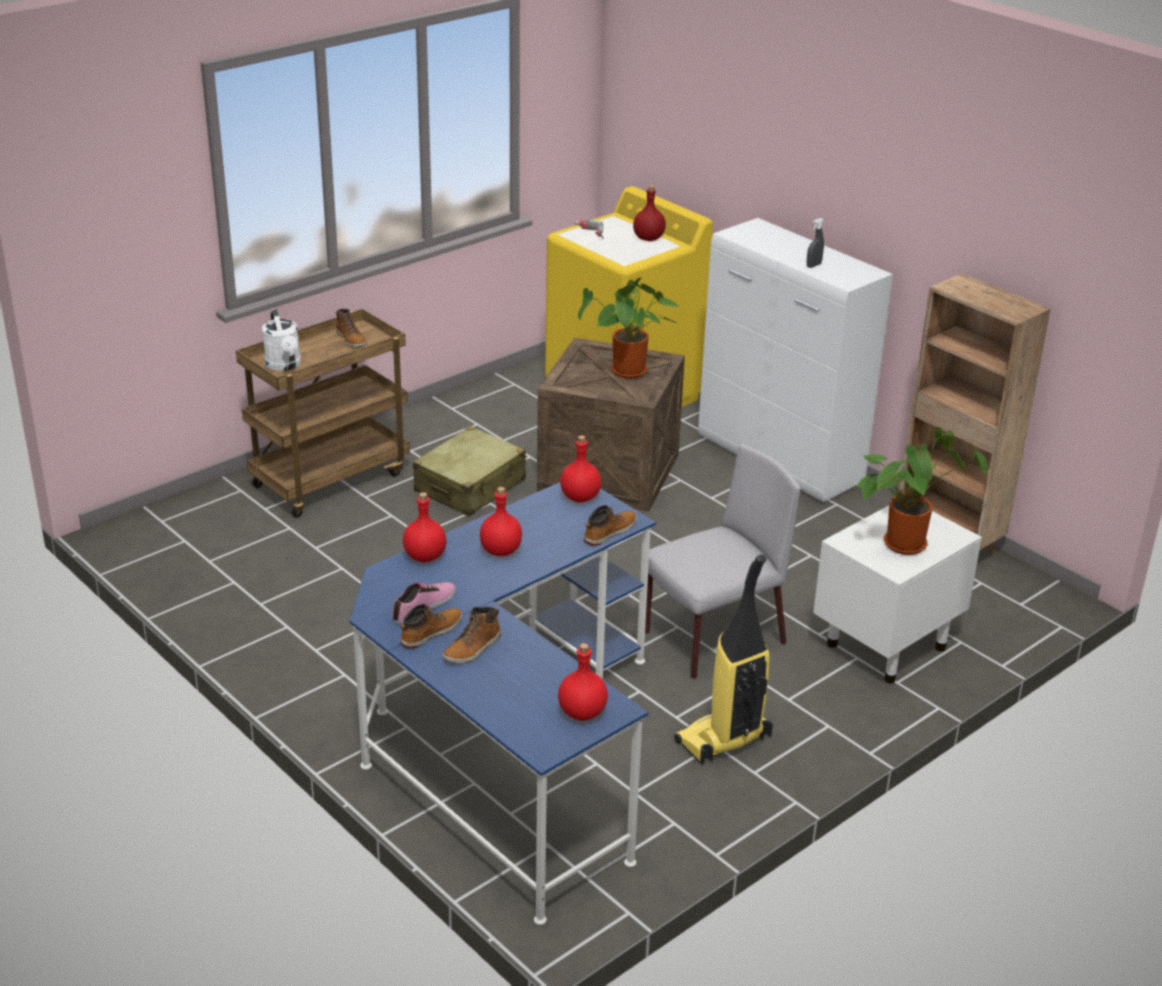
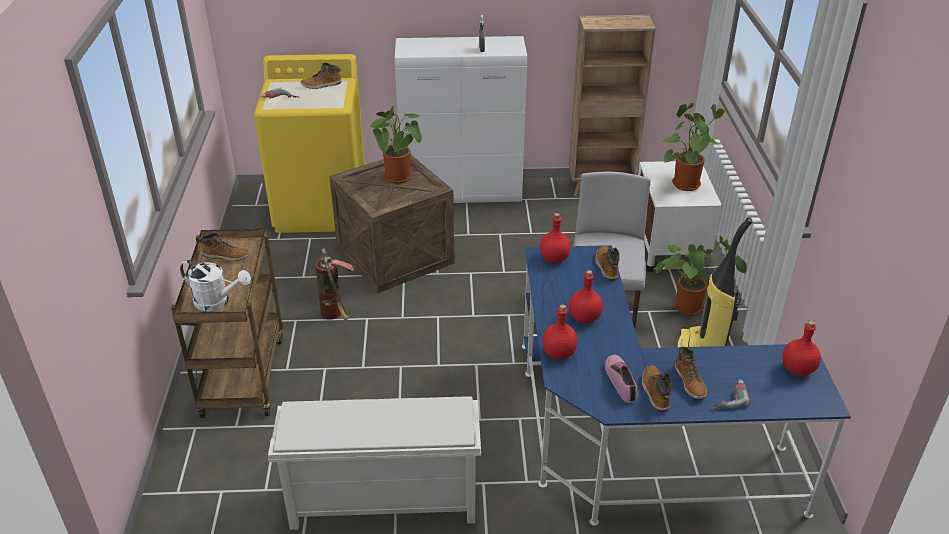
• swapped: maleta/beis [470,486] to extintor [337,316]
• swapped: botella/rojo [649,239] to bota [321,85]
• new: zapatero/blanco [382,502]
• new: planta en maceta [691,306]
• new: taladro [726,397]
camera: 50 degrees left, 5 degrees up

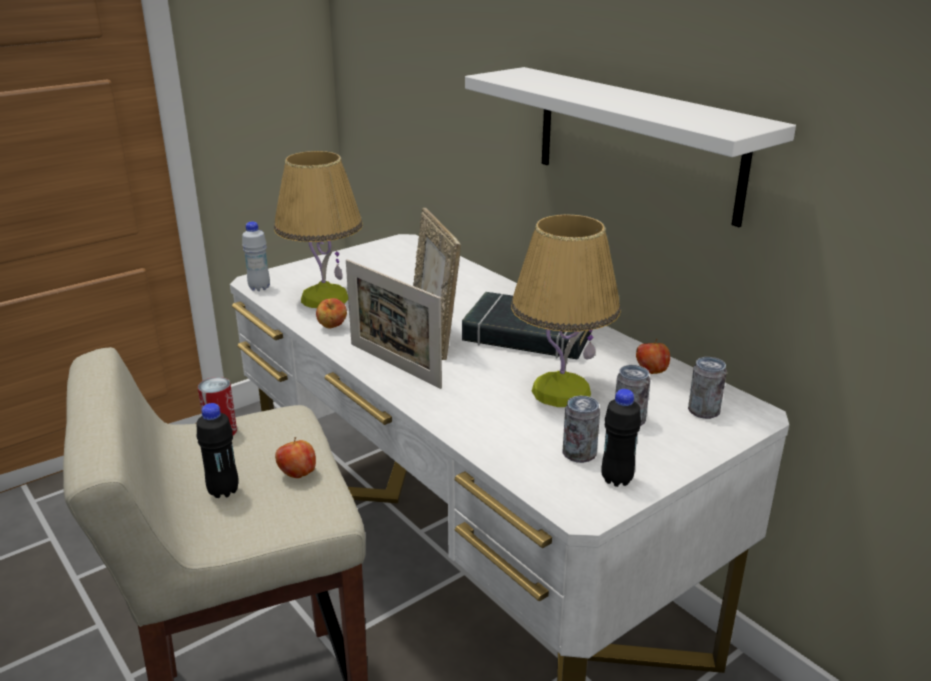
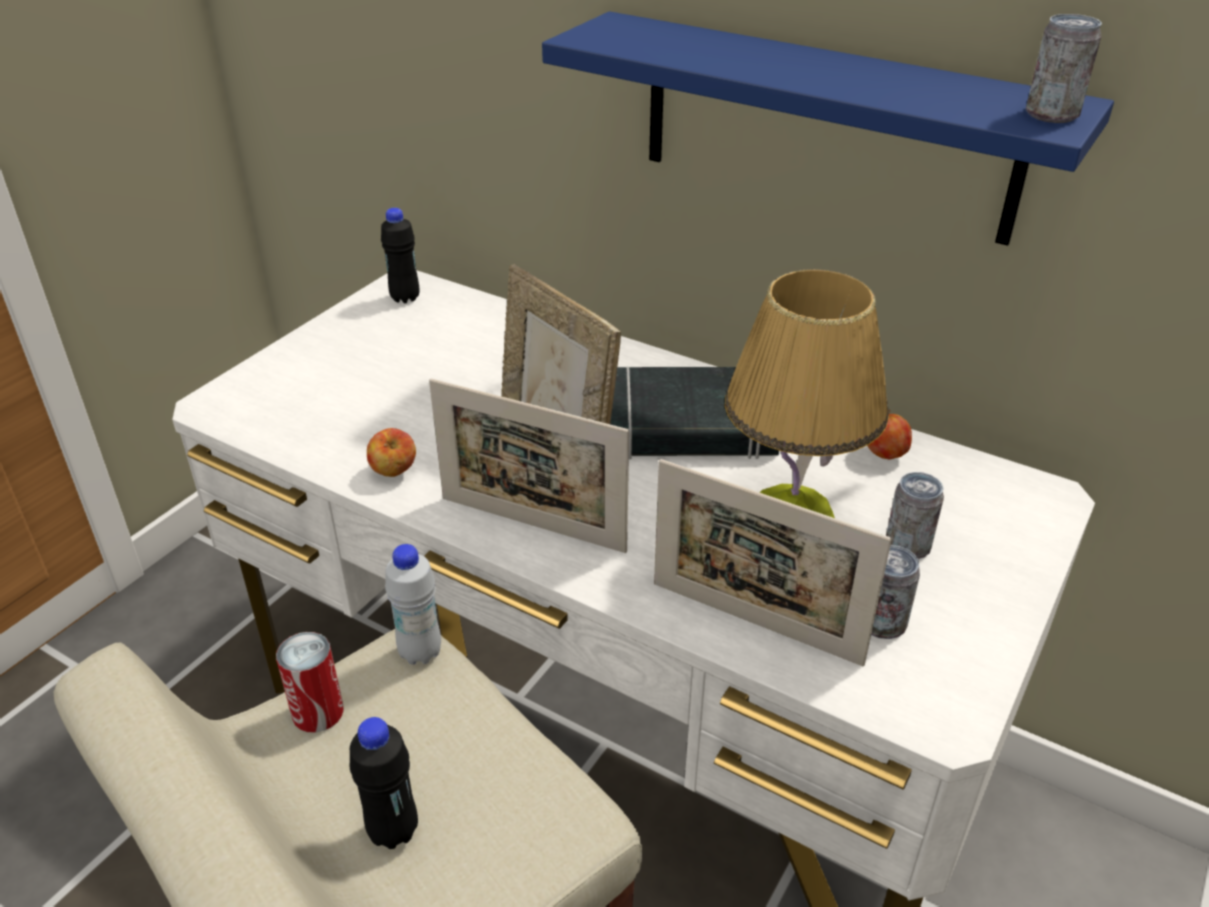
• shifted: botella/blanco [259,288] to [420,652]
• gone: lámpara de mesa [324,298]
• gone: manzana [297,474]
• repainted: estante/blanco [636,142] to estante/azul [826,127]
• shifted: botella/negro [616,479] to [405,298]
• shifted: lata [703,411] to [1051,114]
• new: portarretratos [755,623]
camera: 20 degrees left, 10 degrees up

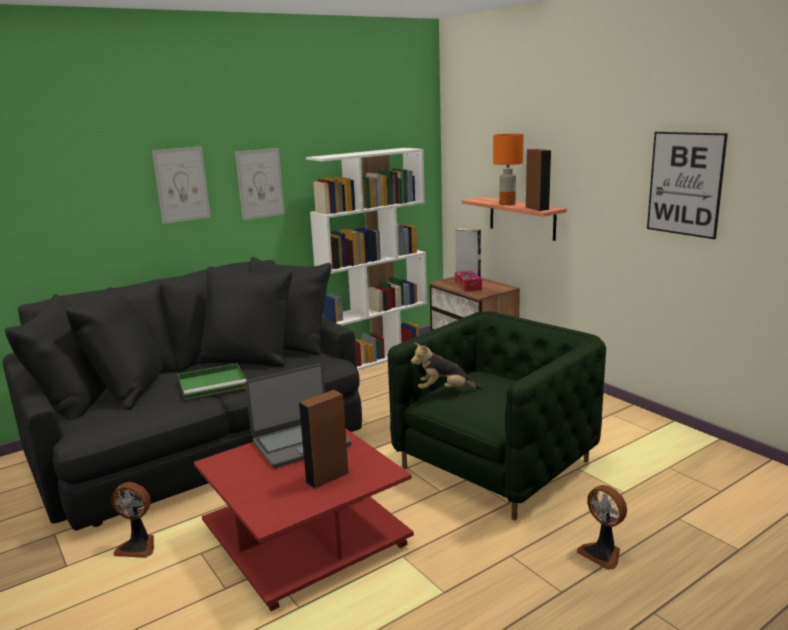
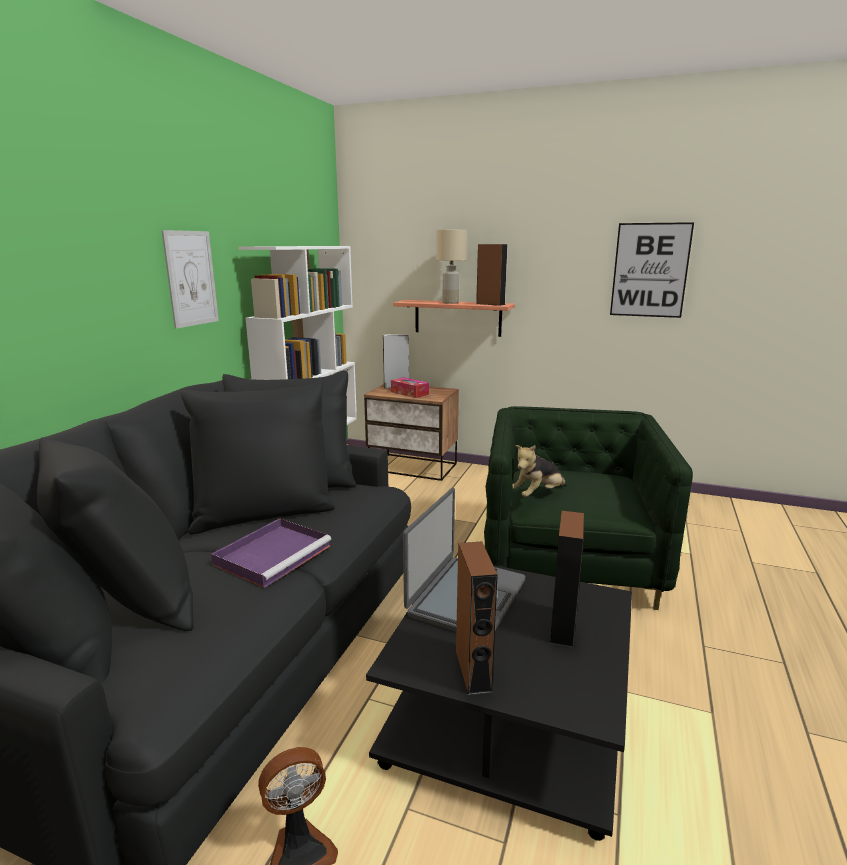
• gone: cuadro [182,184]
• repainted: bandeja/verde [214,384] to bandeja/morado [274,554]
• repainted: mesa de centro/rojo [306,536] to mesa de centro/negro [506,716]
• repainted: lámpara de mesa/naranja [507,204] to lámpara de mesa/beis [450,302]
• gone: ventilador [602,553]
• new: altavoz/marrón [473,671]
camera: 35 degrees left, 0 degrees up

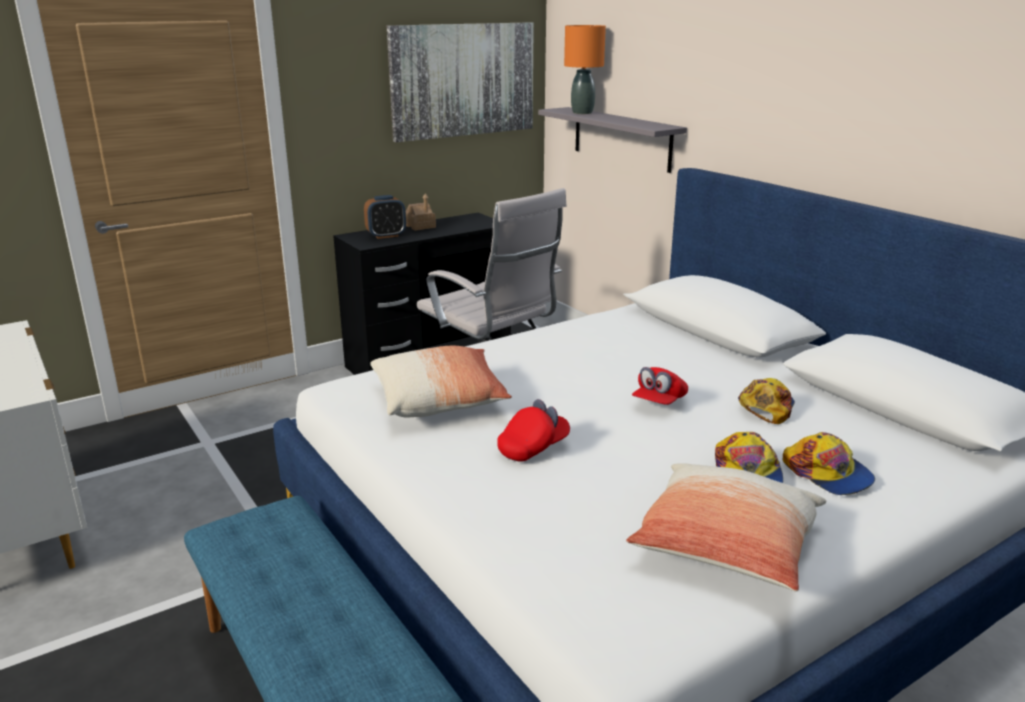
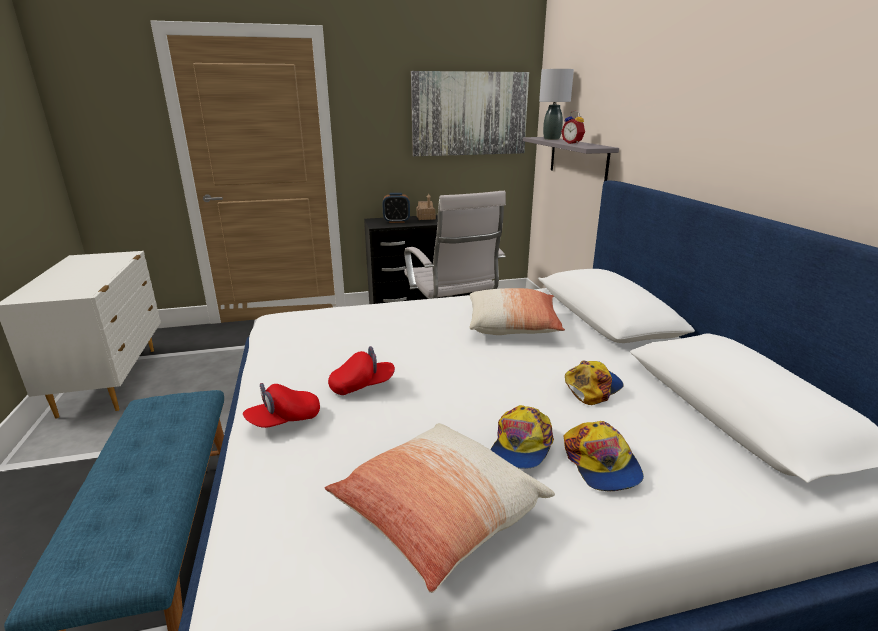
• shifted: cojín [439,400] to [512,326]
• repainted: lámpara de mesa/naranja [582,113] to lámpara de mesa/gris [551,139]
• shifted: gorra/rojo [659,402] to [284,420]
• new: despertador [573,143]
camera: 20 degrees right, 0 degrees up

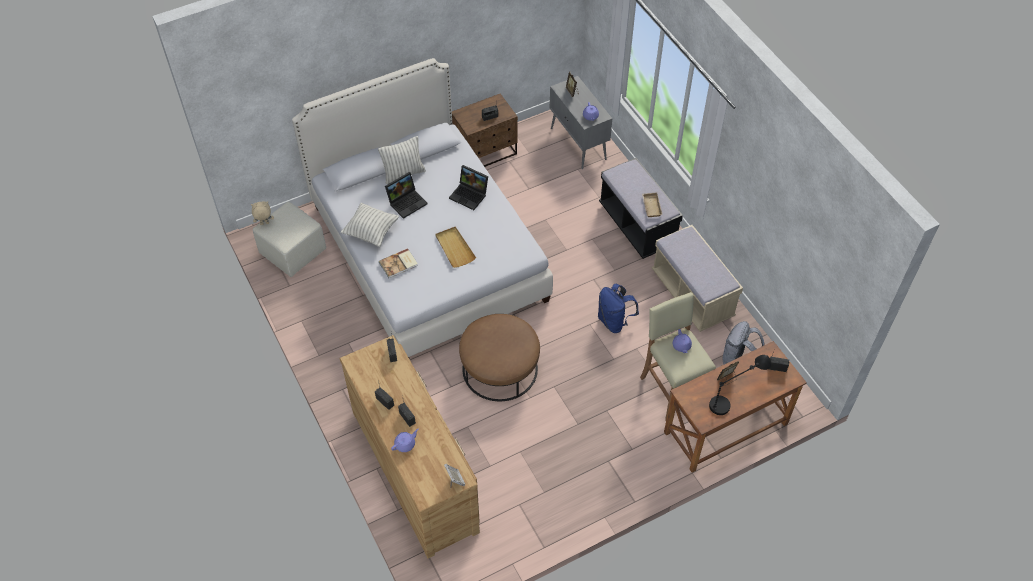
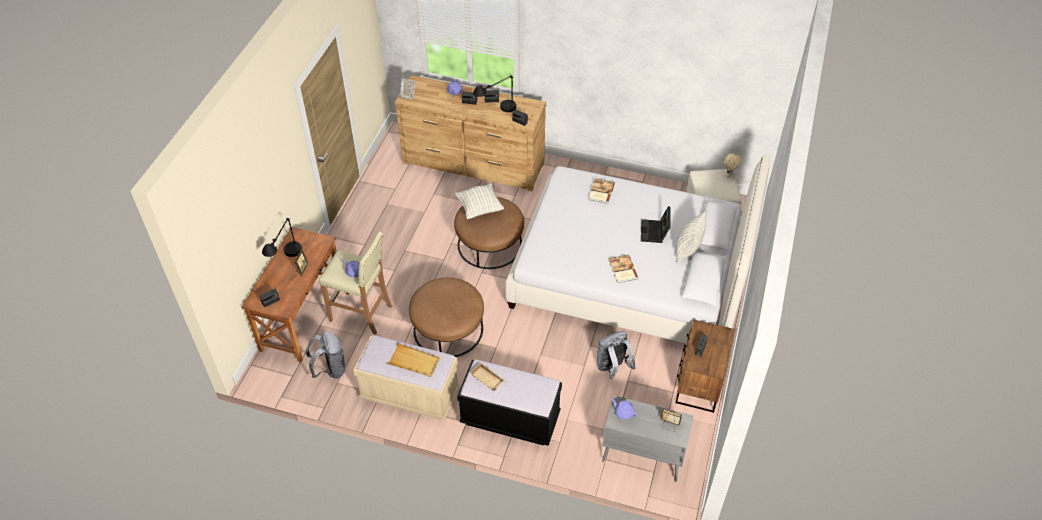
• shifted: cojín [371,232] to [479,208]
• shifted: bandeja/beis [454,248] to [414,362]
• swapped: portátil [470,195] to libro [622,270]
• swapped: mochila/azul [614,321] to puf/marrón [448,329]
• new: lámpara de mesa/negro [496,112]
• new: mochila/gris [612,368]
camera: 135 degrees right, 5 degrees down

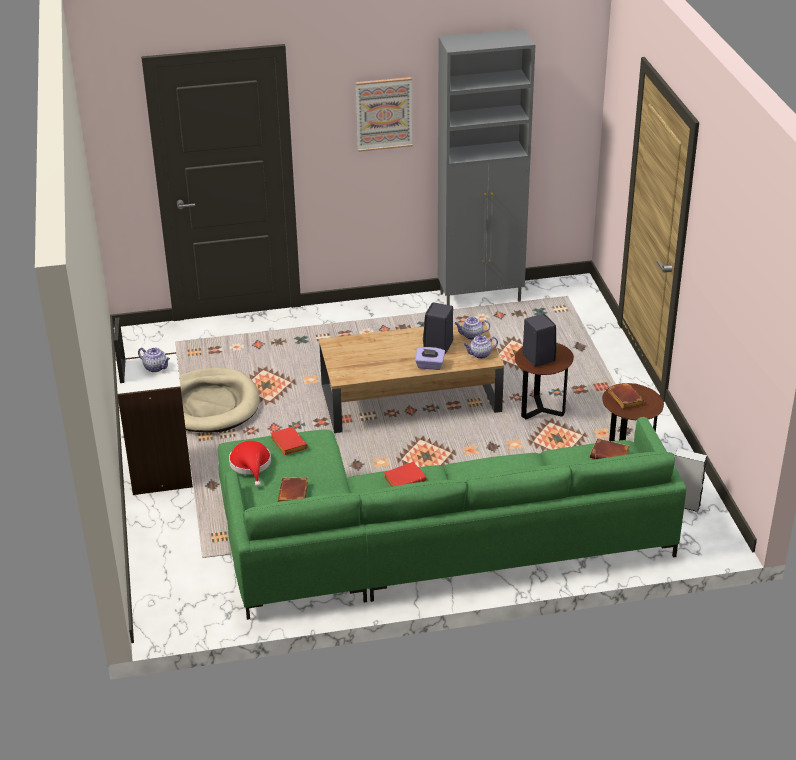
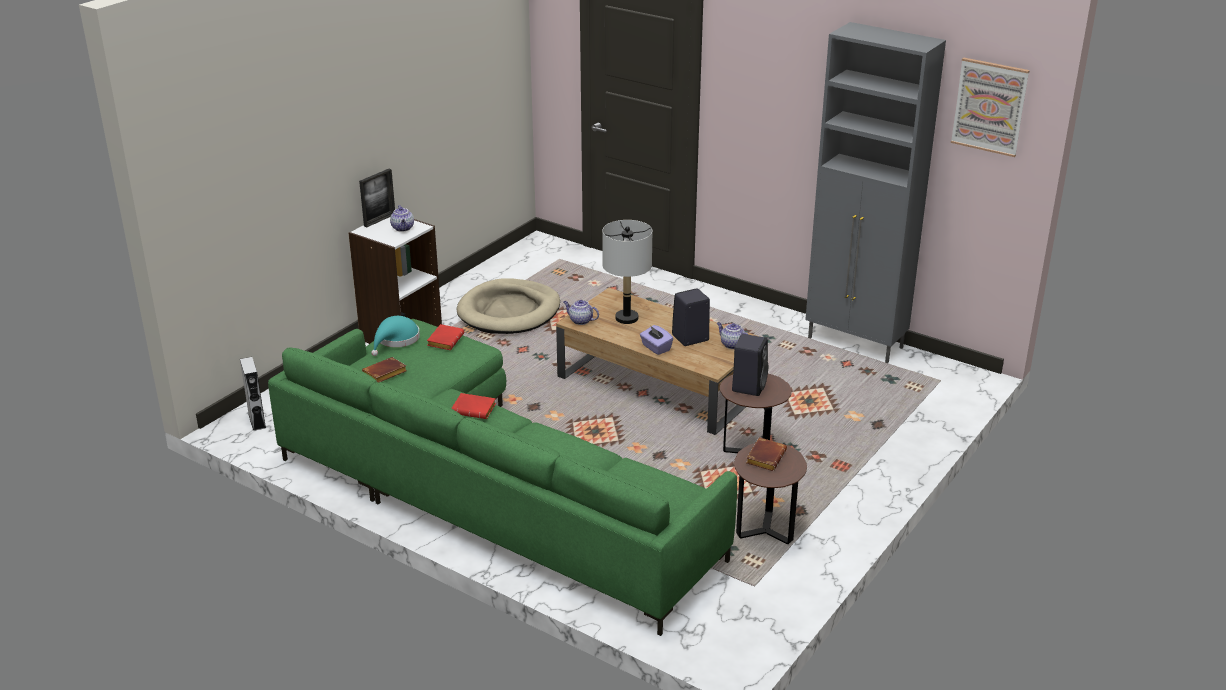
• repainted: sombrero/rojo [251,465] to sombrero/turquesa [396,340]
• shifted: cuadro [384,114] to [989,106]
• shifted: tetera [480,354] to [580,321]
• gone: libro/marrón [610,455]
• shifted: altavoz/gris [684,504] to [257,421]
• new: lámpara de mesa/gris [627,318]
camera: 45 degrees right, 5 degrees down

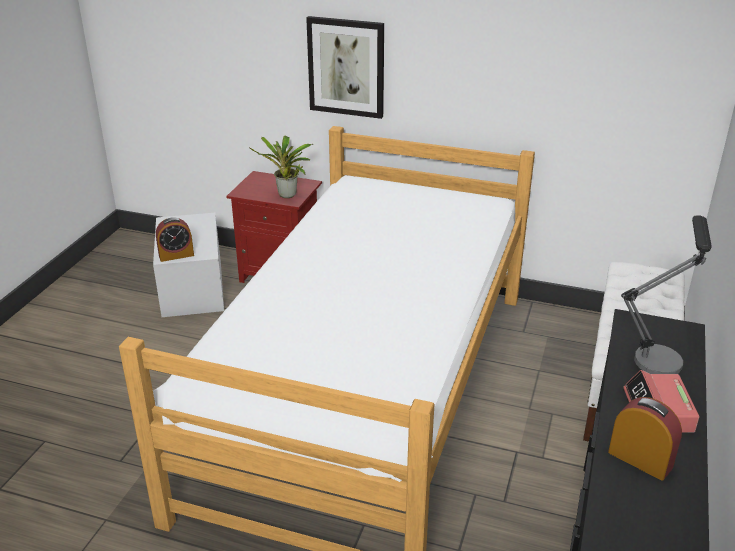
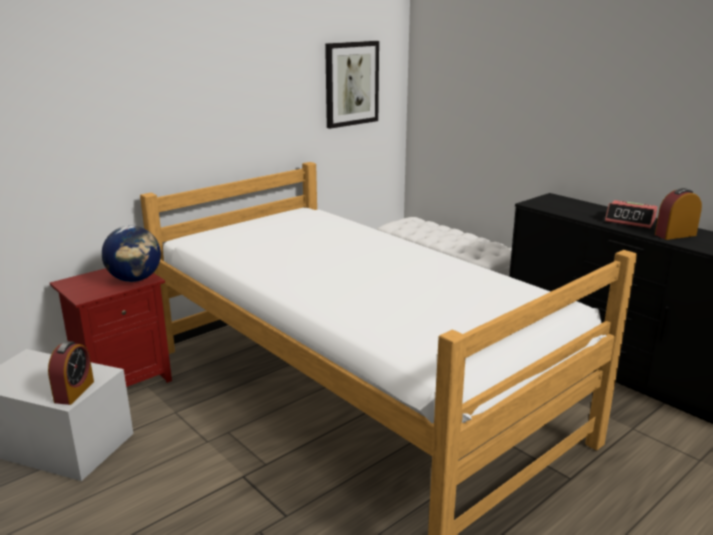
• swapped: planta en maceta [287,196] to globo terráqueo [135,279]
• shifted: cuadro [346,67] to [351,84]
• gone: lámpara de mesa [660,354]
camera: 60 degrees left, 10 degrees down

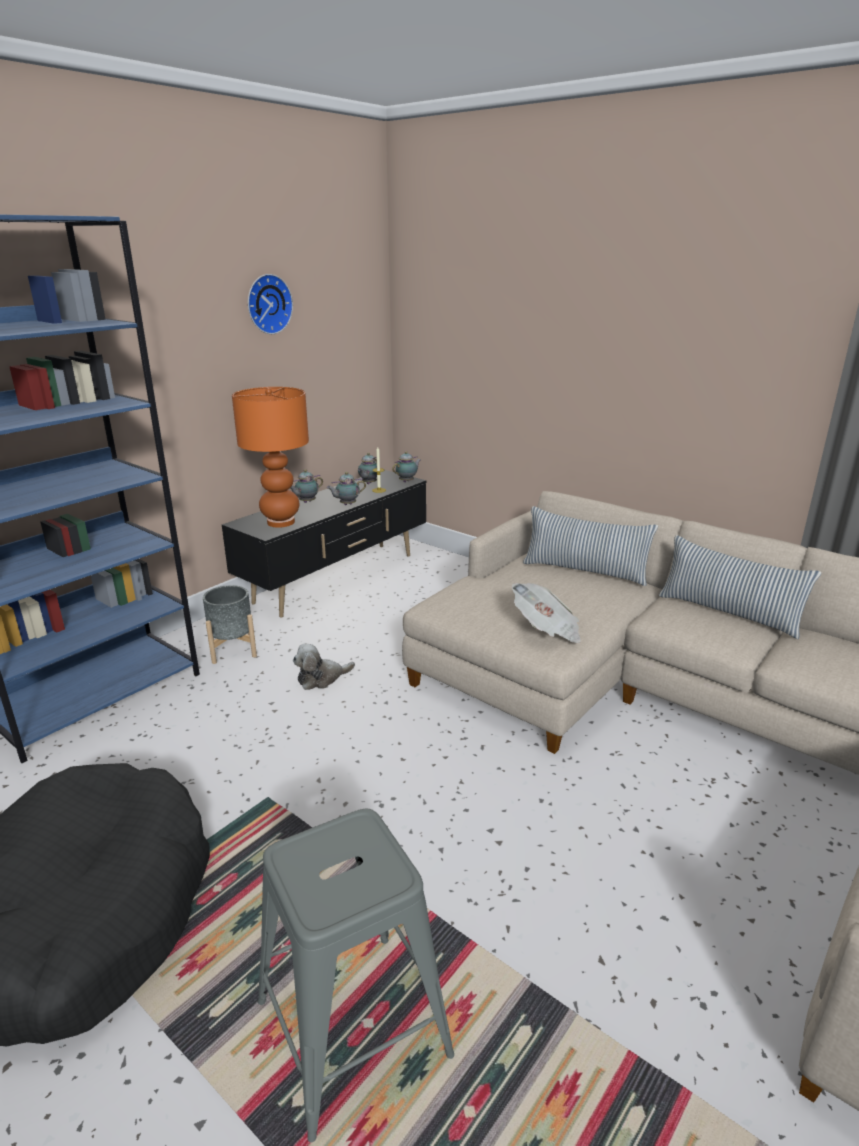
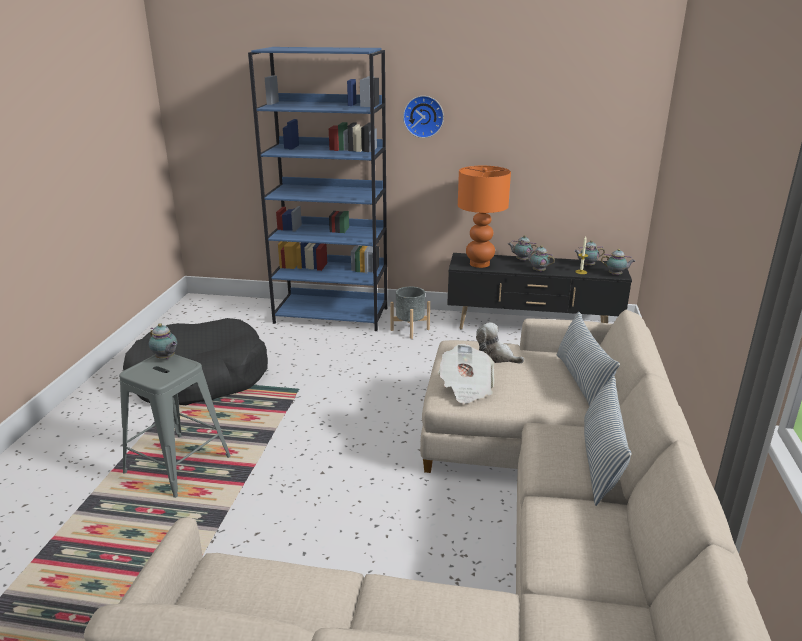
• shifted: reloj de pared [267,304] to [423,116]
• shifted: peluche [321,678] to [495,357]
• new: tetera [166,358]
camera: 60 degrees right, 0 degrees up

